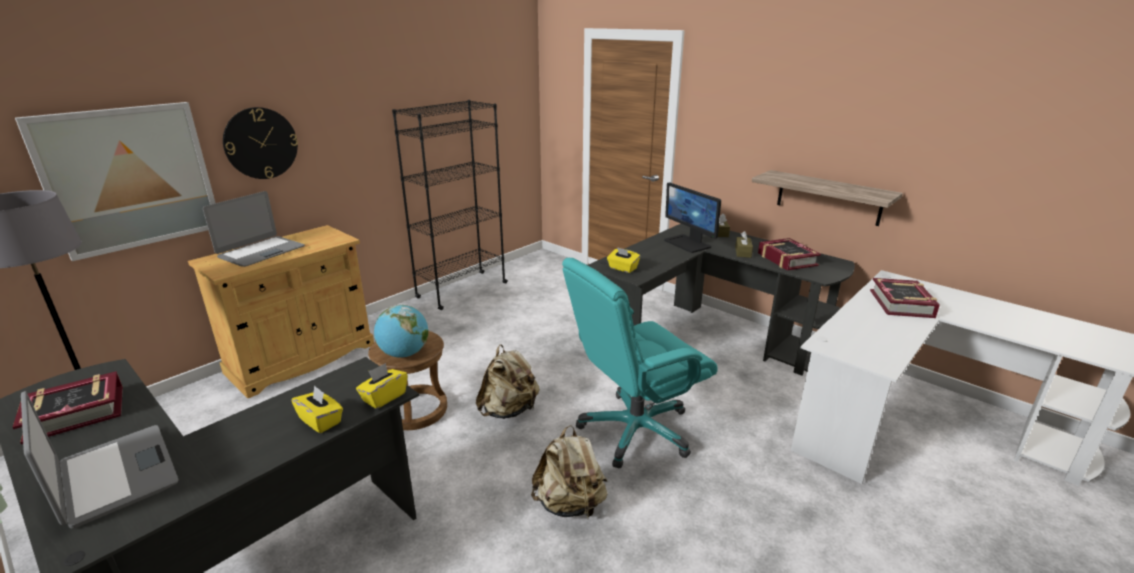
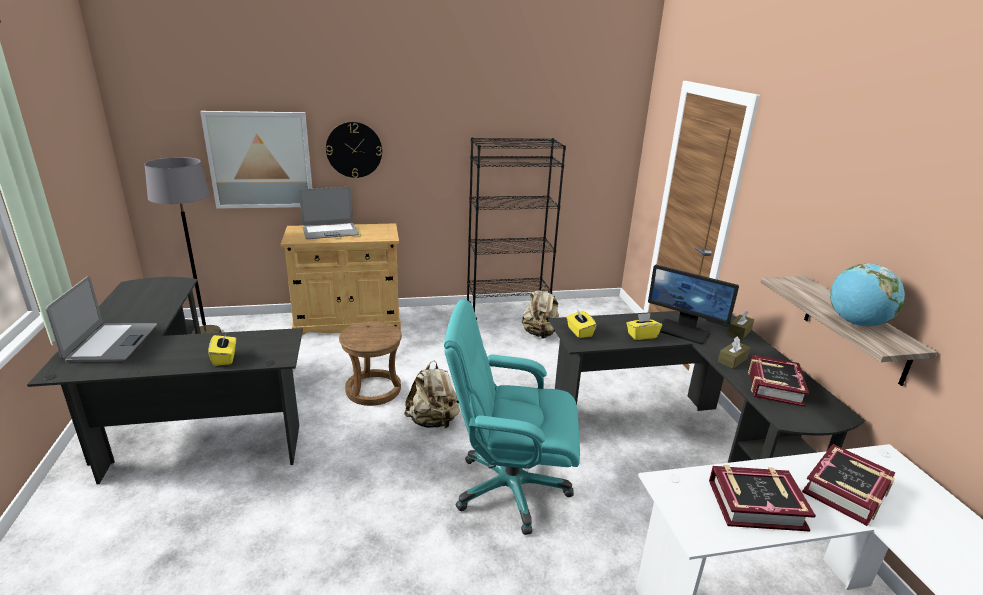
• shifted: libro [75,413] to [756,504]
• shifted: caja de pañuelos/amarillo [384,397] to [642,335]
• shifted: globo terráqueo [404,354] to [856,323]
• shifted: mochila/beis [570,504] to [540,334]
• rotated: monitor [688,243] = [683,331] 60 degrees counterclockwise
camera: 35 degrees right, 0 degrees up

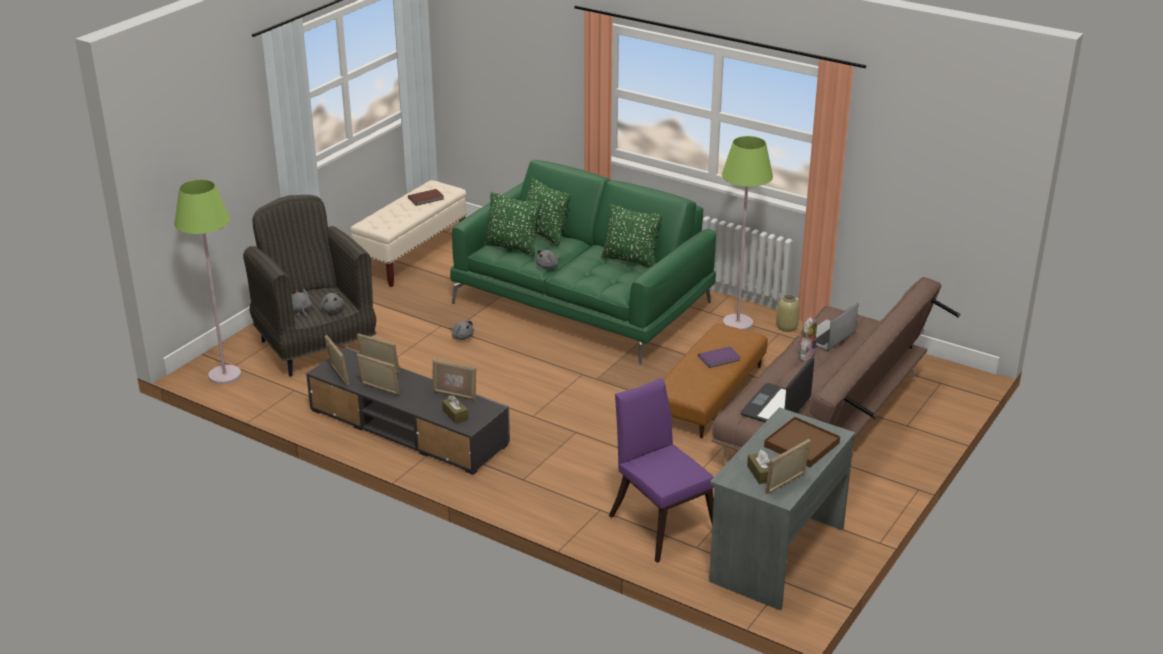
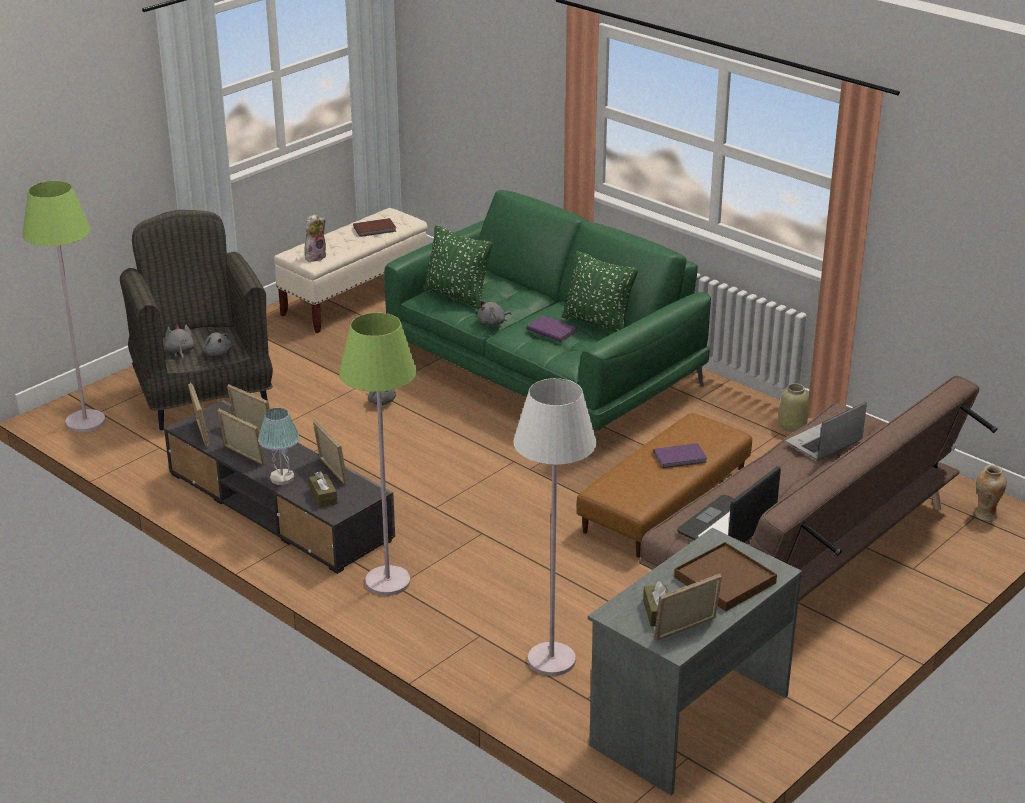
• rotated: portarretratos [454,395] = [331,472] 150 degrees counterclockwise
• gone: cojín/verde [544,235]
• swapped: silla/morado [660,522] to lámpara de pie/blanco [551,660]
• shifted: lámpara de pie/verde [738,323] to [388,582]
• shifted: peluche [805,355] to [315,256]
• new: lámpara de mesa [281,478]
• new: libro/morado [552,330]
• new: florero [985,515]
camera: 10 degrees right, 0 degrees up

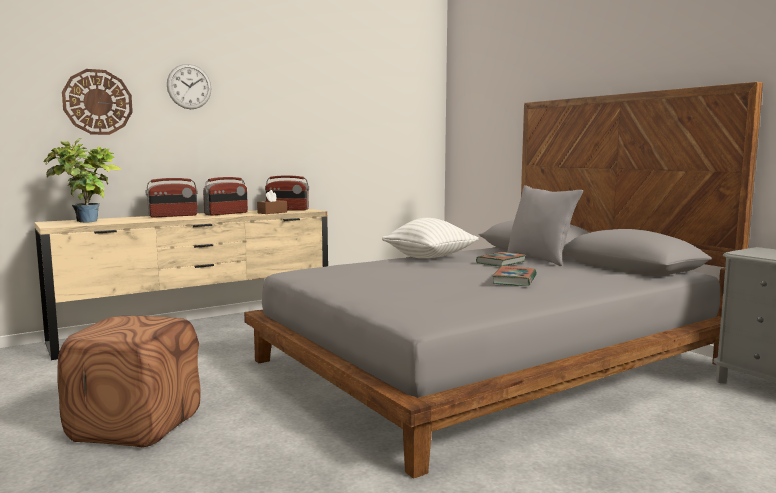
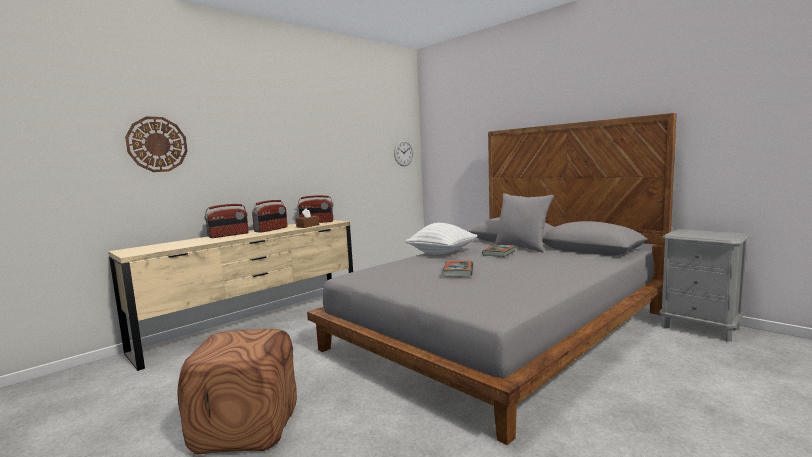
• gone: planta en maceta [85,222]
• shifted: reloj de pared [189,86] to [403,153]
• shifted: libro [514,280] to [458,271]
camera: 10 degrees left, 0 degrees up

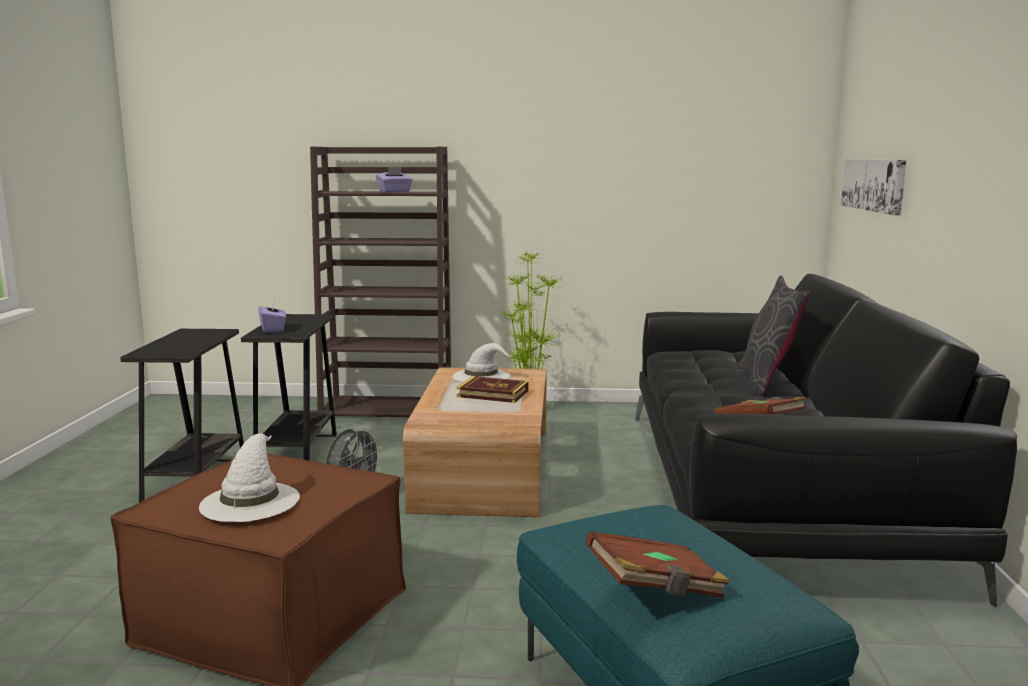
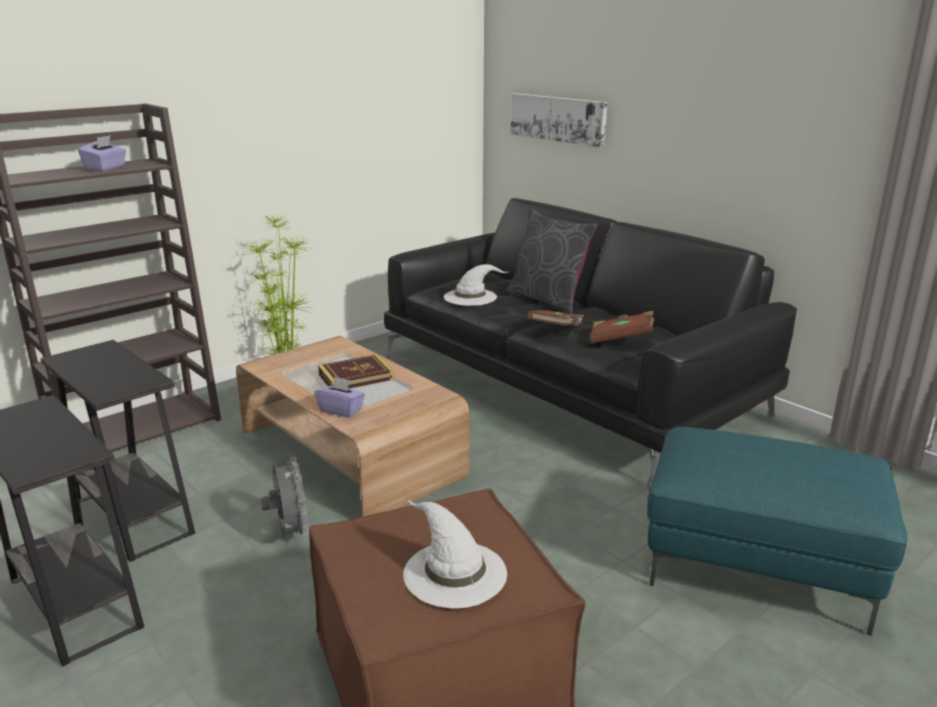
• shifted: caja de pañuelos/morado [273,329] to [341,410]
• shifted: sombrero/blanco [482,376] to [471,296]
• shifted: libro/marrón [656,589] to [557,330]
camera: 45 degrees left, 10 degrees up

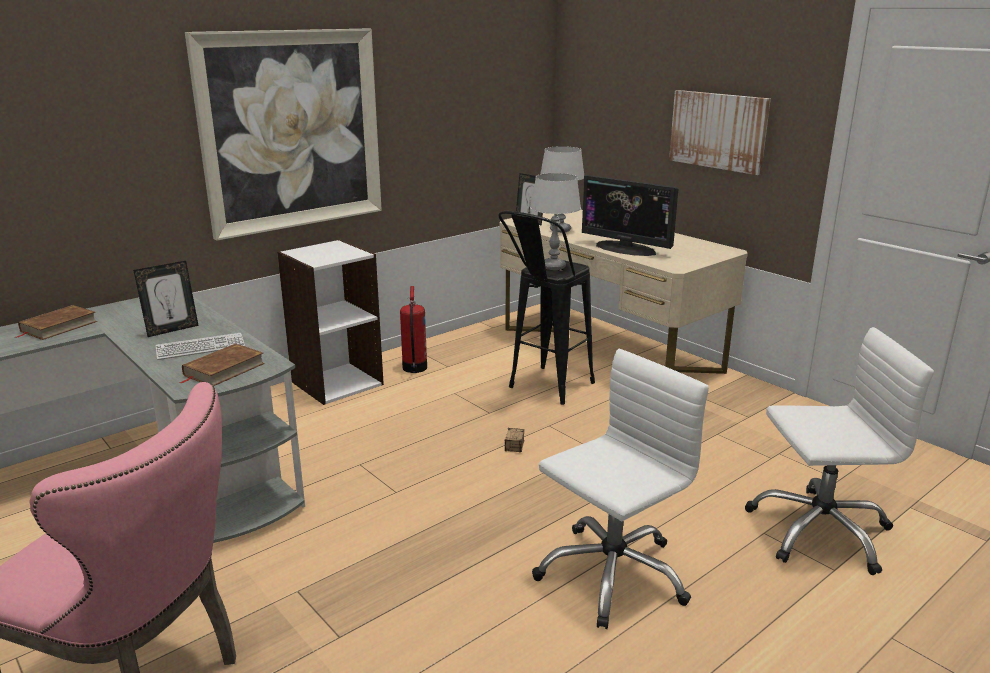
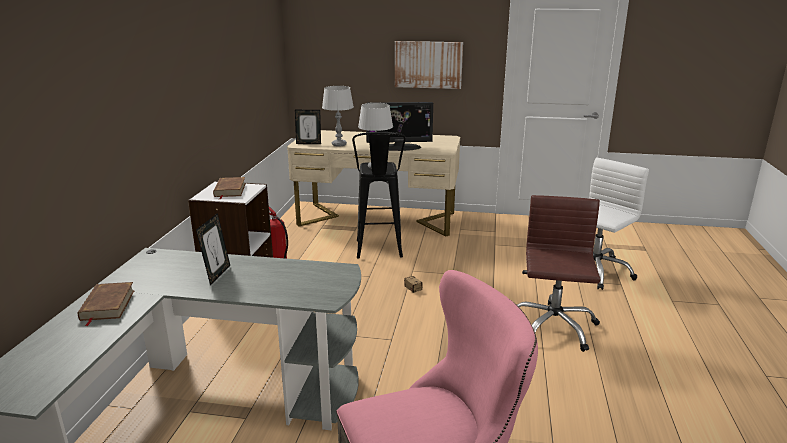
• gone: teclado [200,348]
• shifted: libro/marrón [223,369] to [229,190]
• gone: cuadro [292,131]
• repainted: silla de oficina/blanco [611,574] to silla de oficina/marrón [552,327]
camera: 40 degrees left, 0 degrees up

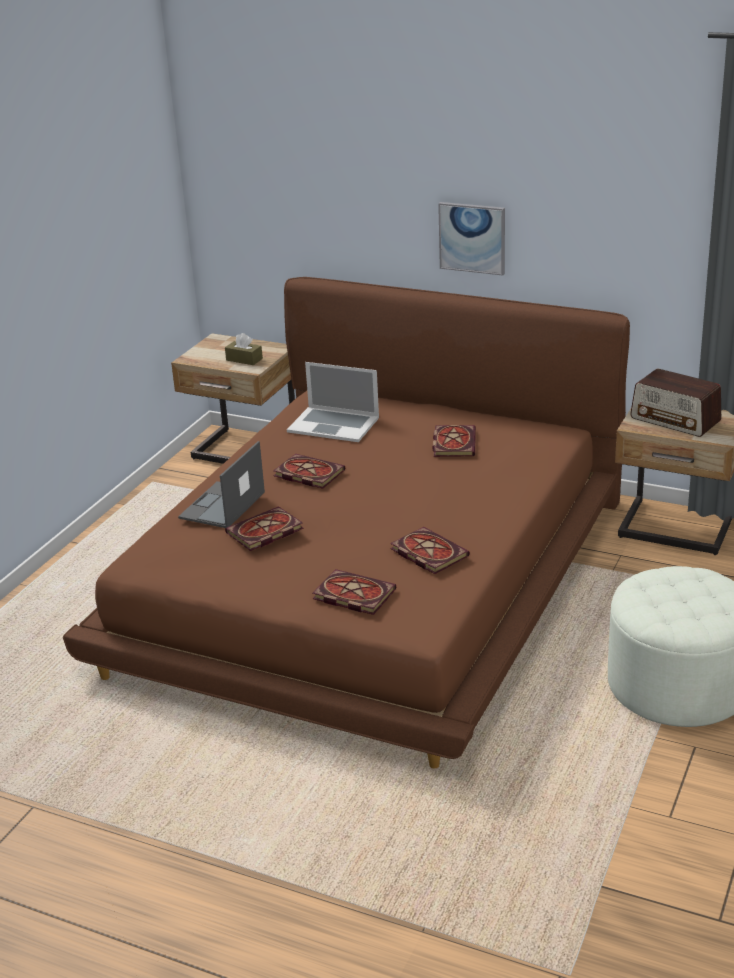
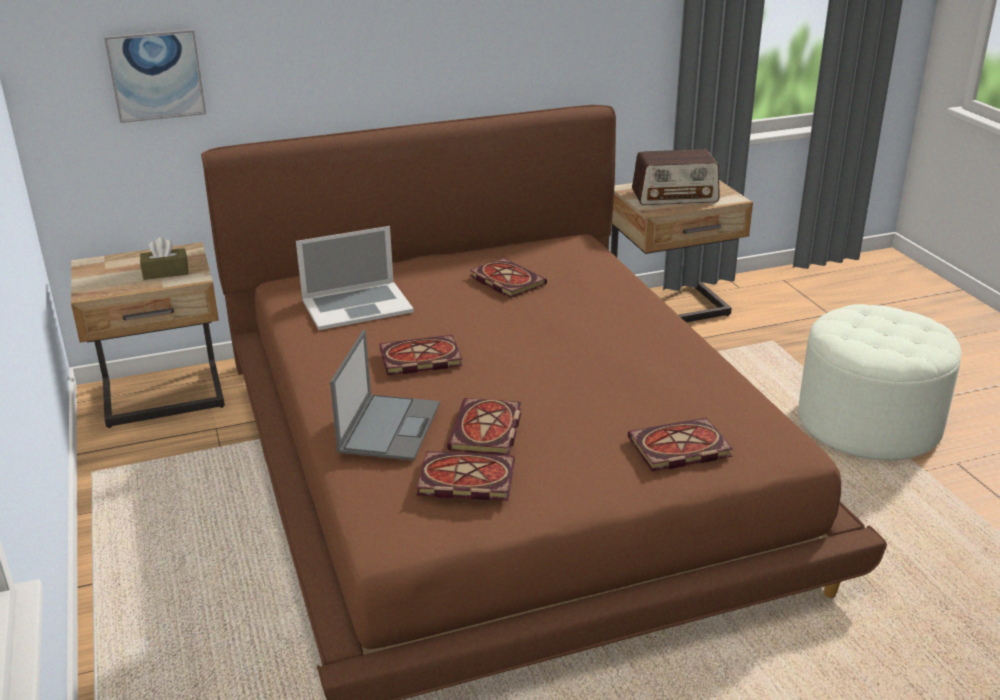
• rotated: portátil [222,506] = [389,426] 150 degrees counterclockwise
• shifted: libro [427,553] to [463,480]
• shifted: cuadro [472,238] to [156,75]
camera: 45 degrees left, 0 degrees up

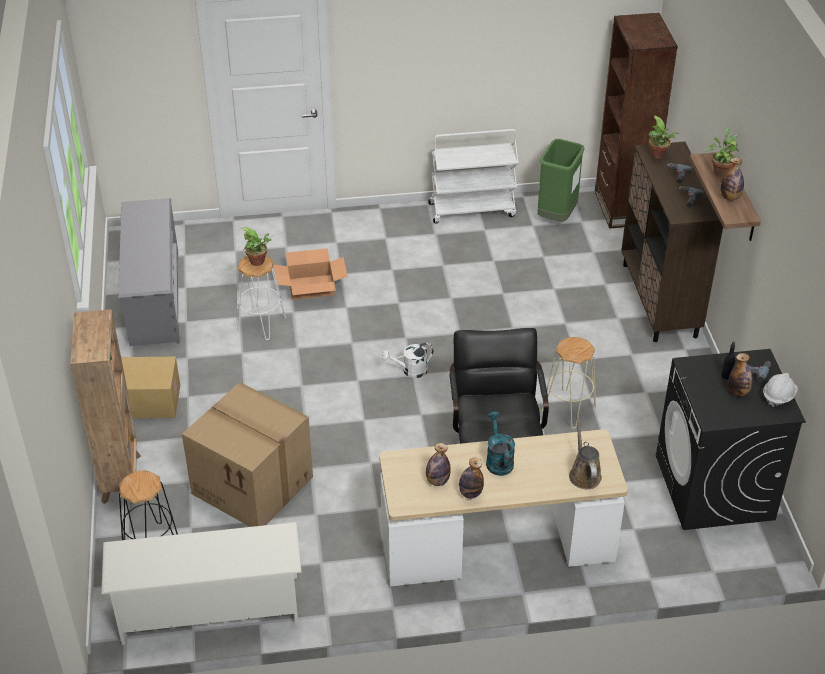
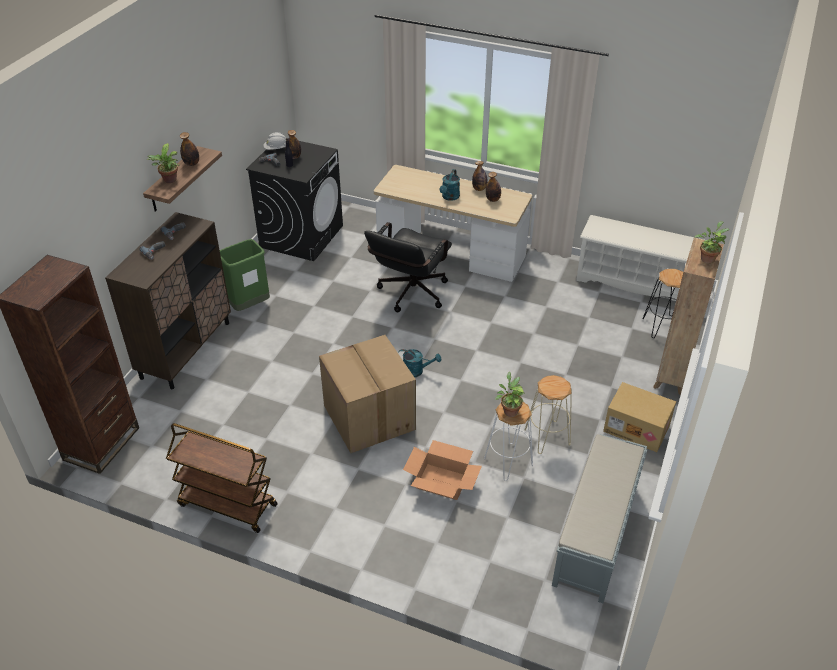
• swapped: zapatero/gris [154,298] to banco/gris [595,535]
• shifted: caja de cartón [254,485] to [367,417]
• repainted: regadera/blanco [410,371] to regadera/turquesa [417,371]
• repainted: carrito/blanco [472,209] to carrito/marrón [226,505]
• shifted: papelera/verde [557,216] to [249,305]
• shifted: taburete/beis [568,409] to [547,437]
• gone: regadera/marrón [584,474]
• shifted: planta en maceta [658,156] to [707,258]
camera: 150 degrees left, 0 degrees up

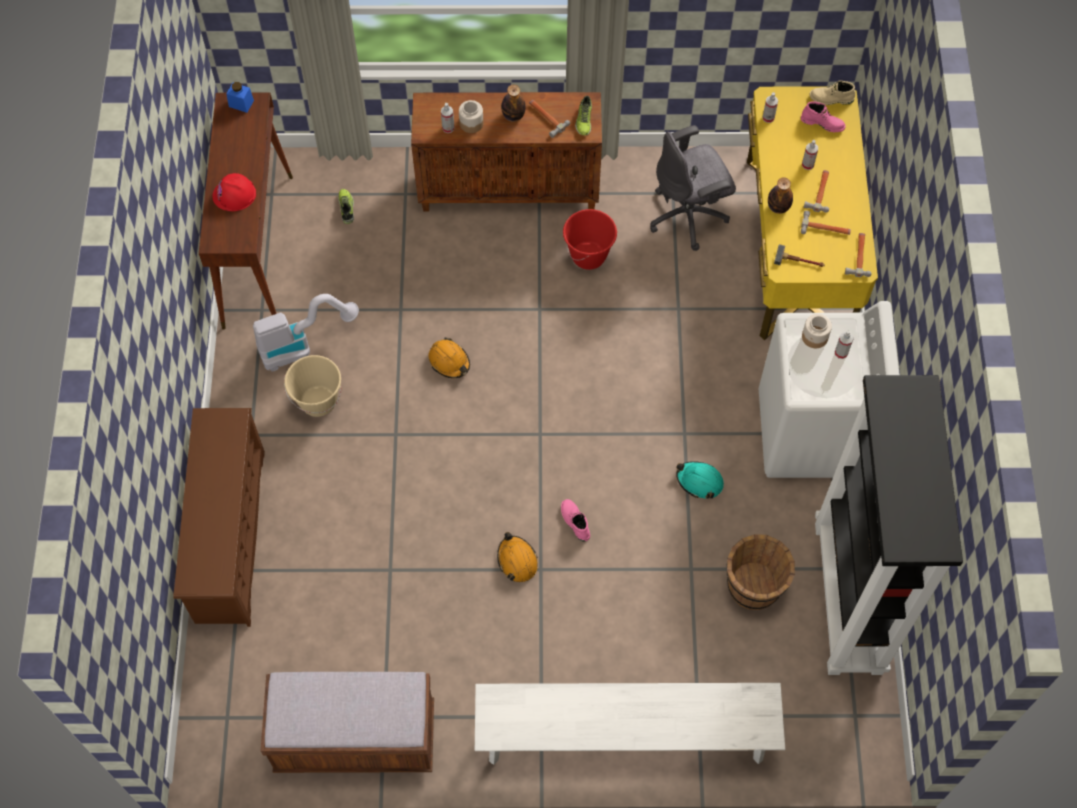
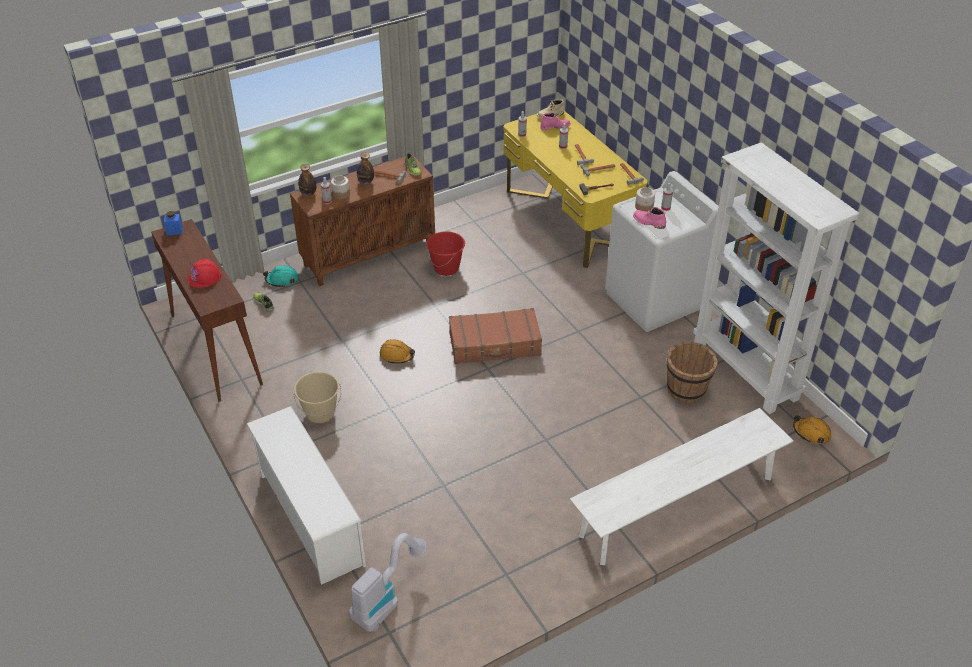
• repainted: zapatero/marrón [228,536] to zapatero/blanco [309,519]
• shifted: aspiradora [302,345] to [386,598]
• gone: banco/marrón [355,738]
• shifted: casco/naranja [517,560] to [811,433]
• shifted: bota/rosa [574,522] to [648,222]
• gone: silla de oficina/gris [688,216]
• shifted: casco/turquesa [699,481] to [282,280]
• shifted: botella [778,207] to [308,193]
• repainted: estantería/negro [849,598] to estantería/blanco [746,370]
• new: maleta/marrón [495,344]
camera: 30 degrees left, 20 degrees down

